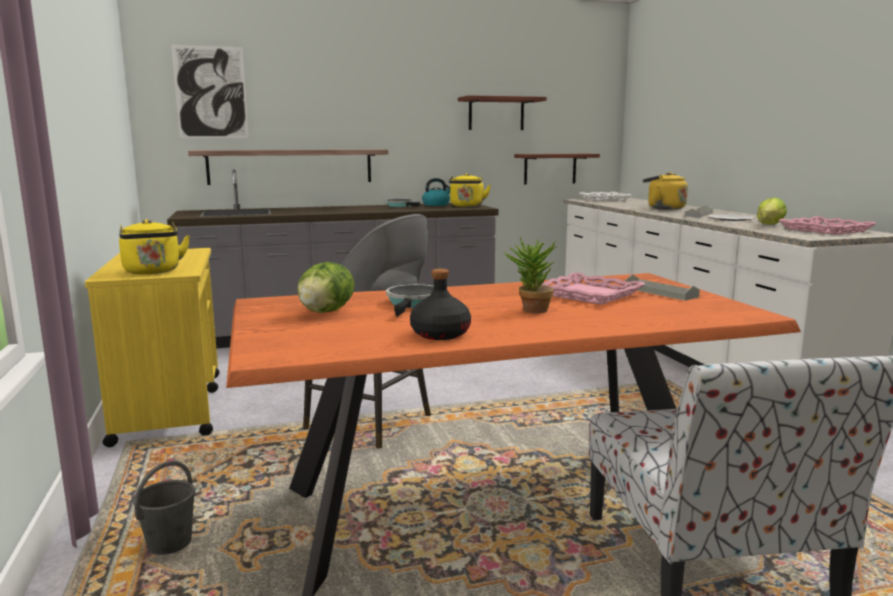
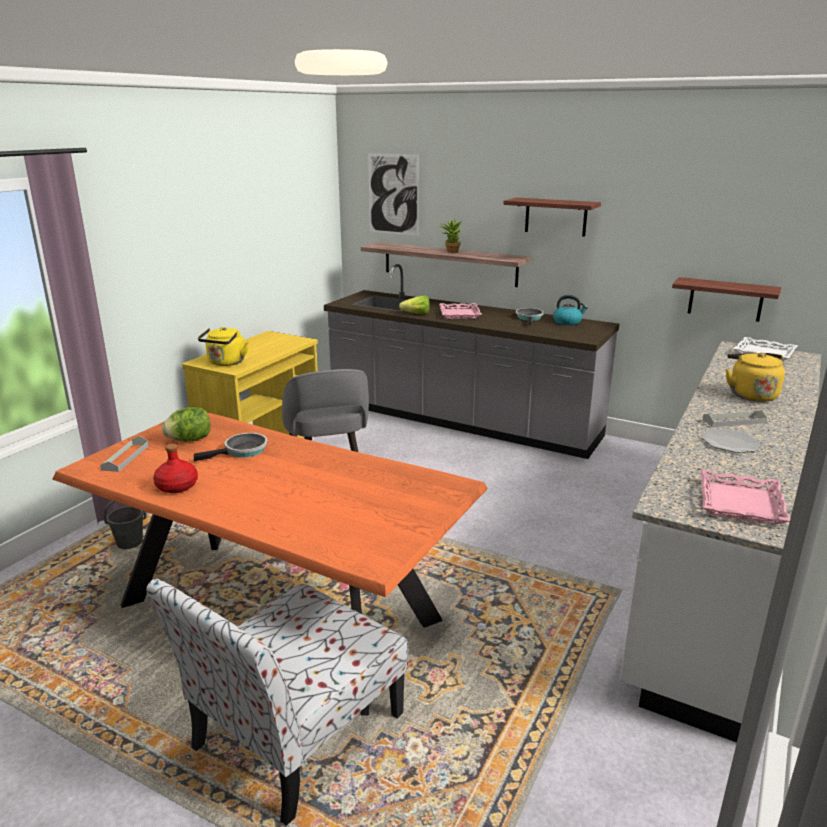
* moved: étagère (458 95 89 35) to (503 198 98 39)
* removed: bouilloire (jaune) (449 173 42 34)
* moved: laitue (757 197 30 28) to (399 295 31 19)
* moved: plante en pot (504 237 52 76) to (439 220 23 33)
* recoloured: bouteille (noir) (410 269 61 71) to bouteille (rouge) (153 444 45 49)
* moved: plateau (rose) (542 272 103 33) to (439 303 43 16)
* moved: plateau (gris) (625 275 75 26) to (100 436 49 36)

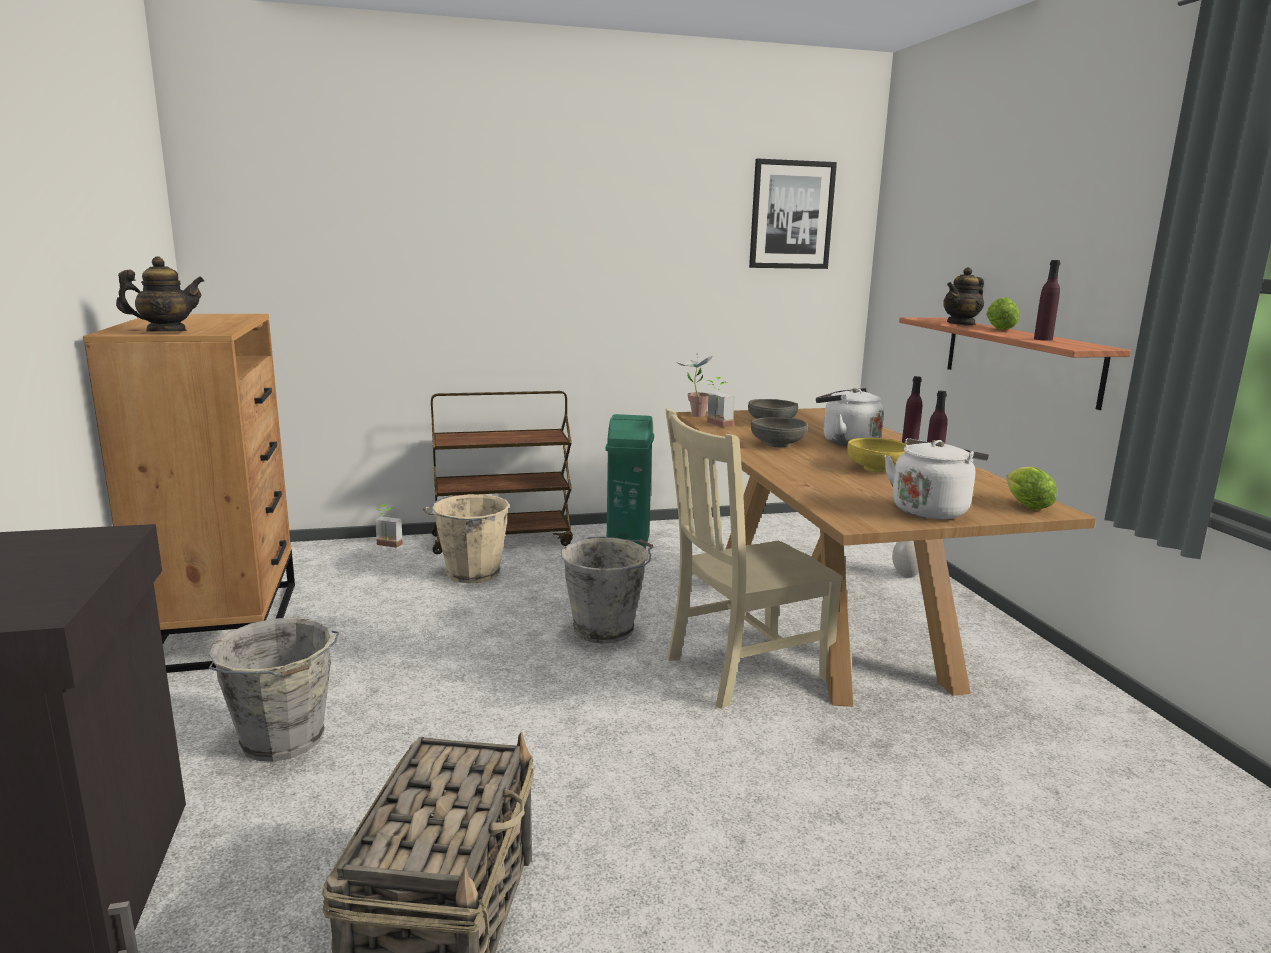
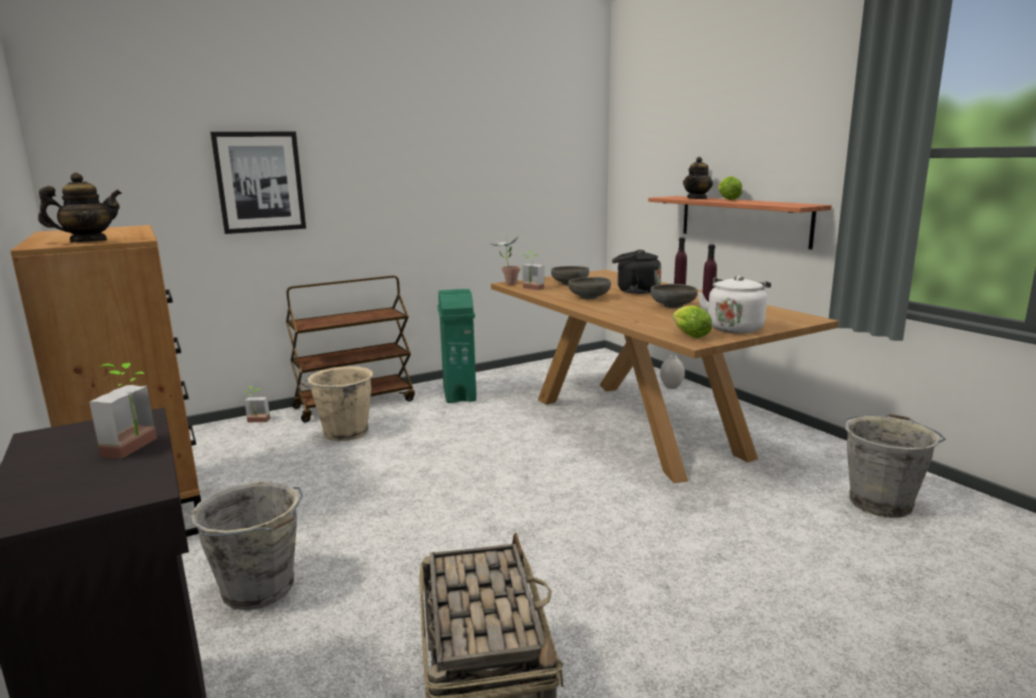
* moved: tableau (749 159 88 110) to (210 132 96 102)
* removed: bouteille (violet) (1034 260 26 81)
* recoloured: bouilloire (blanc) (816 388 68 58) to bouilloire (noir) (612 250 49 44)
* removed: chaise (beige) (665 408 178 301)
* recoloured: bol (jaune) (847 438 58 34) to bol (gris) (651 284 47 24)
* moved: laitue (1006 467 51 43) to (672 305 40 33)
* moved: seau (gris) (561 537 92 107) to (845 414 101 104)
* added: plante en pot (89 363 68 95)

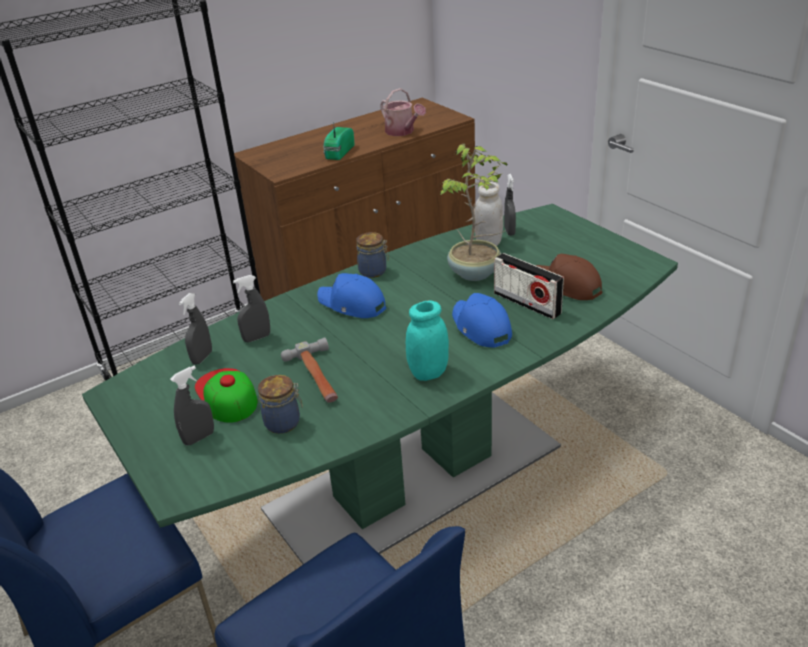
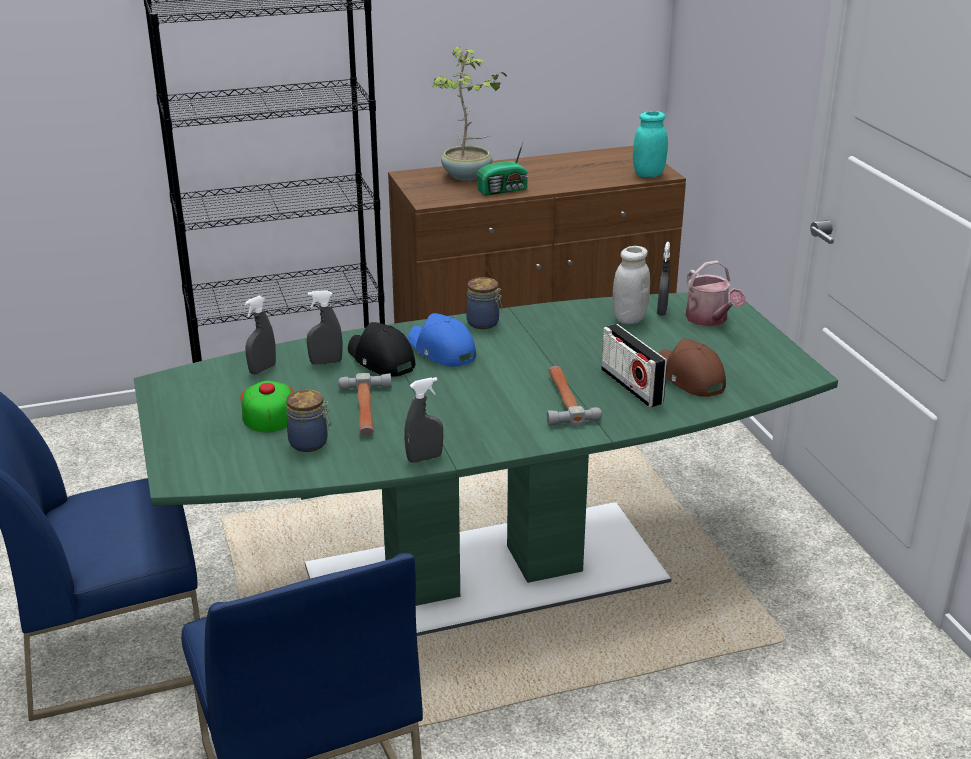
* moved: arrosoir (380 88 46 48) to (685 261 61 66)
* turned: radio (323 127 32 33) = (477 137 52 59) 150 degrees counterclockwise
* moved: plante en pot (440 143 67 138) to (431 46 76 135)
* replaced: casquette (bleu) (452 293 60 55) to marteau (547 366 55 60)
* moved: bocal (turquoise) (406 300 43 81) to (633 111 35 66)
* moved: vaporisateur (gris) (170 366 44 79) to (404 377 39 86)
* added: casquette (noir) (348 322 68 54)

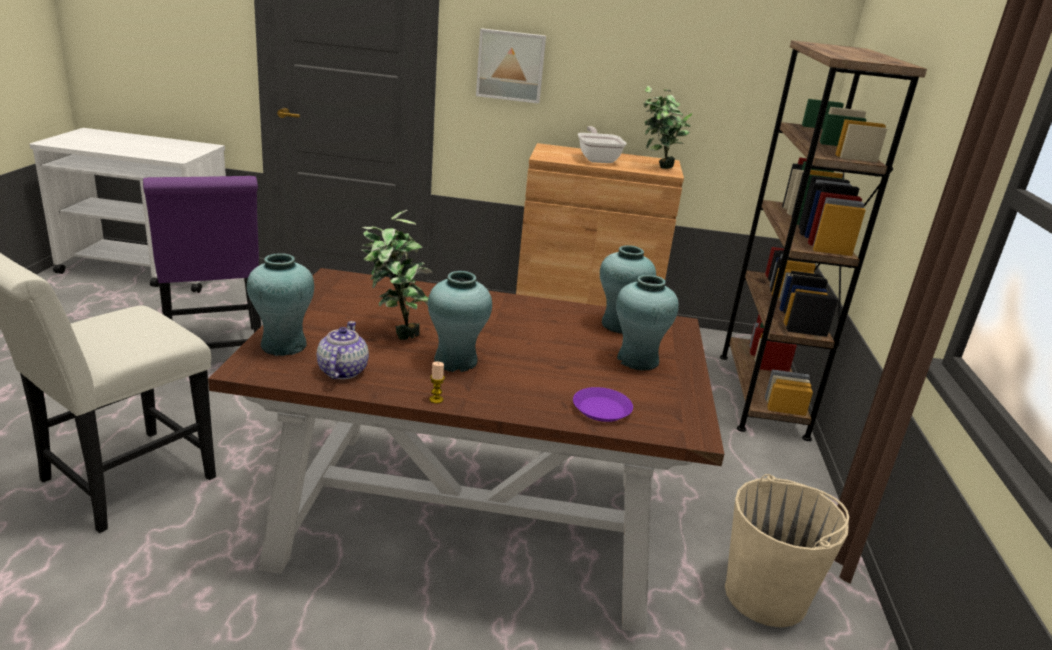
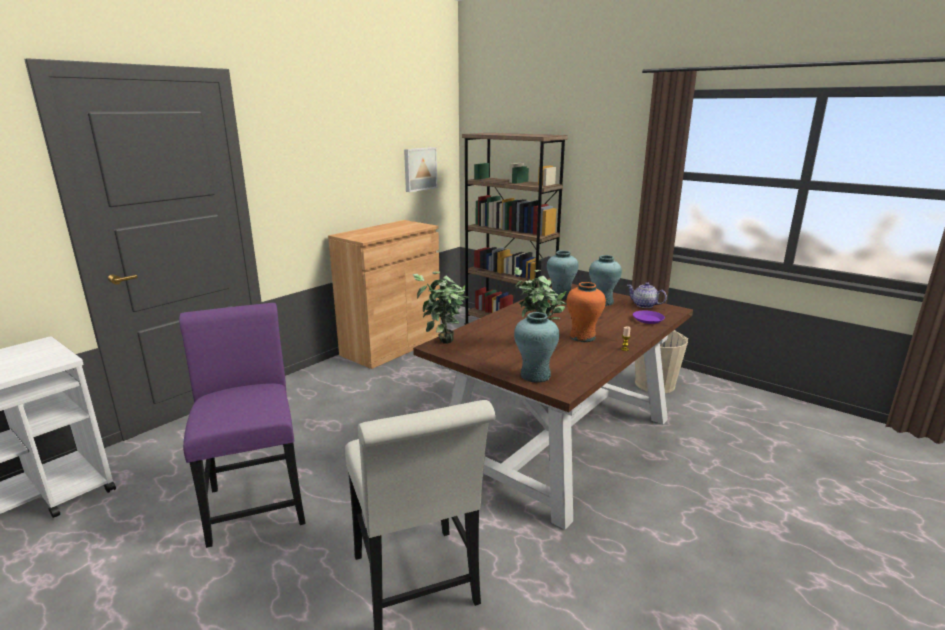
* moved: tableau (476 28 70 76) to (404 147 33 45)
* moved: plante en pot (644 86 48 83) to (413 271 58 73)
* removed: poêle (578 126 49 37)
* turned: chaise (violet) (143 176 118 173) = (179 303 127 245) 120 degrees counterclockwise
* recoloured: vase (turquoise) (428 271 64 101) to vase (orange) (567 282 39 60)
* moved: théière (317 321 52 58) to (627 282 40 26)

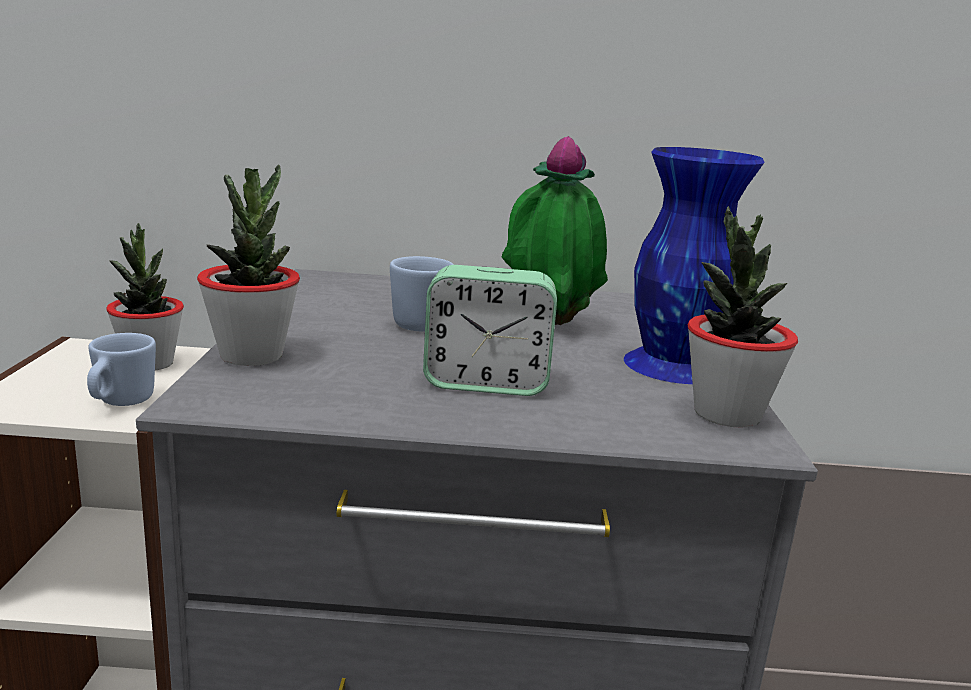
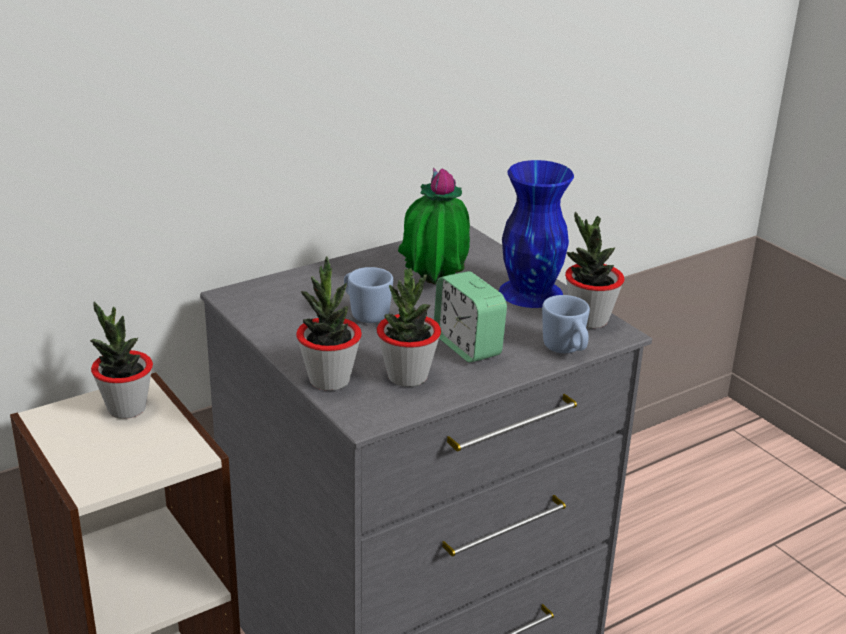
* turned: réveil (423 265 134 131) = (434 271 73 91) 90 degrees clockwise
* moved: mug (bleu) (87 333 69 73) to (542 295 48 58)
* added: plante en pot (377 268 64 119)

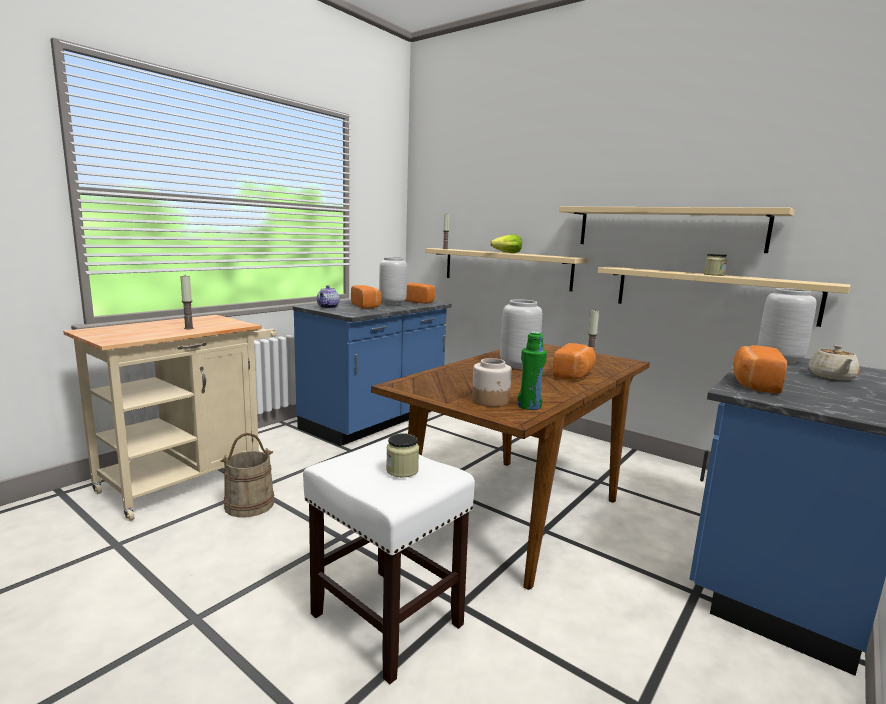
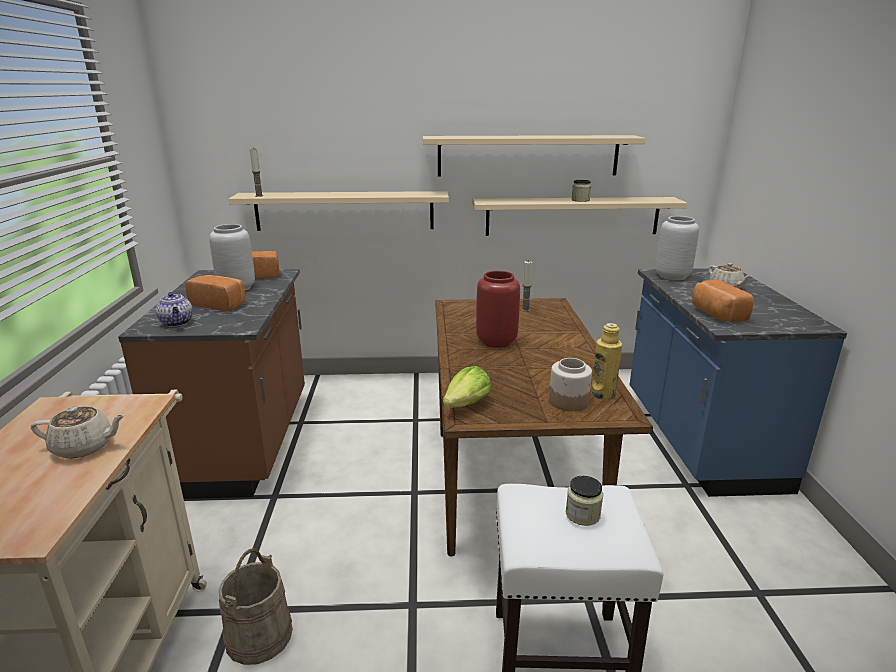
* moved: laitue (490 234 32 19) to (443 366 48 42)
* replaced: bougie (180 276 14 53) to théière (beige) (31 406 95 52)
* recoloured: vase (gris) (500 299 42 70) to vase (rouge) (476 271 44 77)
* recoloured: comptoir de cuisine (bleu) (293 300 158 146) to comptoir de cuisine (marron) (118 269 187 230)
* recoloured: bouteille (vert) (517 332 30 78) to bouteille (jaune) (591 323 31 77)
* removed: pain (553 343 43 37)

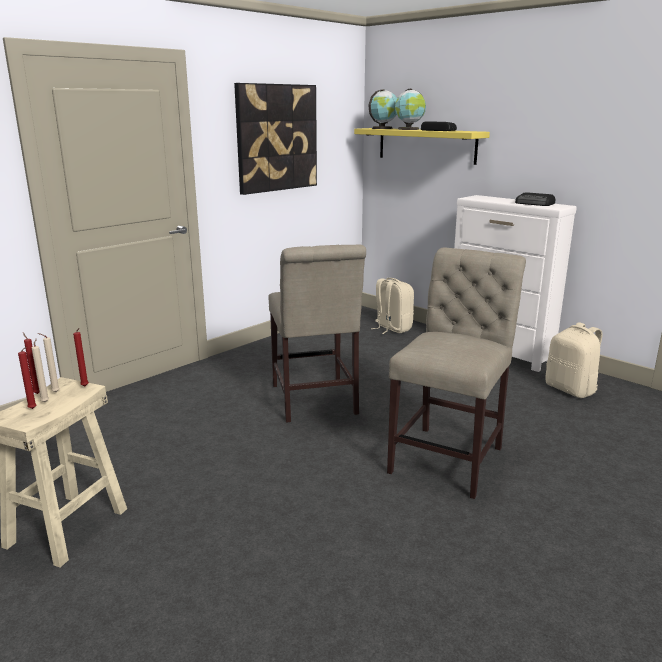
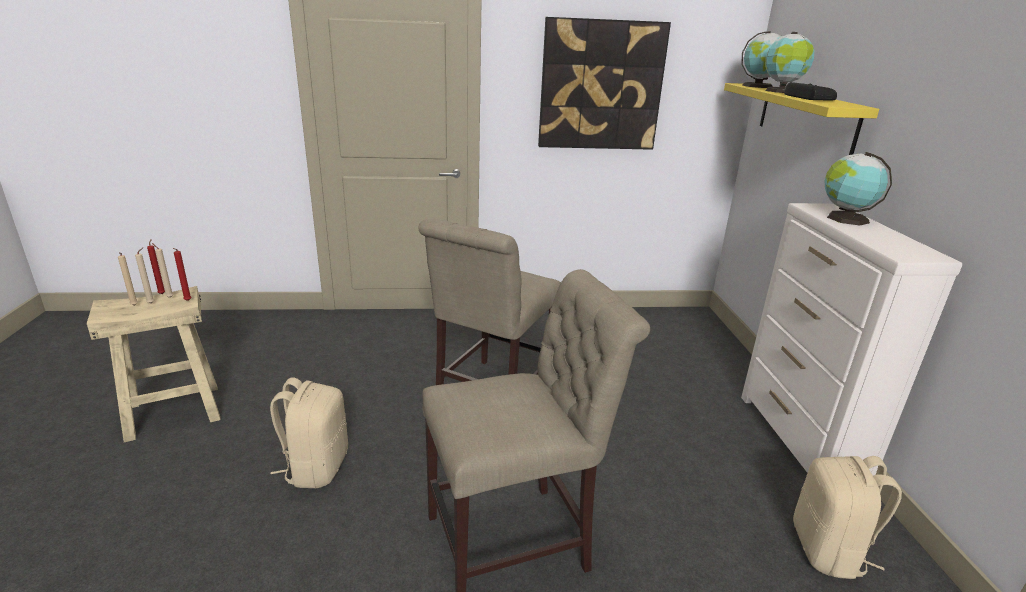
* removed: radio (515 192 40 14)
* moved: sac à dos (beige) (371 278 43 56) to (270 378 78 110)
* recoloured: bougie (rouge) (18 347 19 62) to bougie (beige) (118 252 20 54)
* added: globe (824 152 68 74)

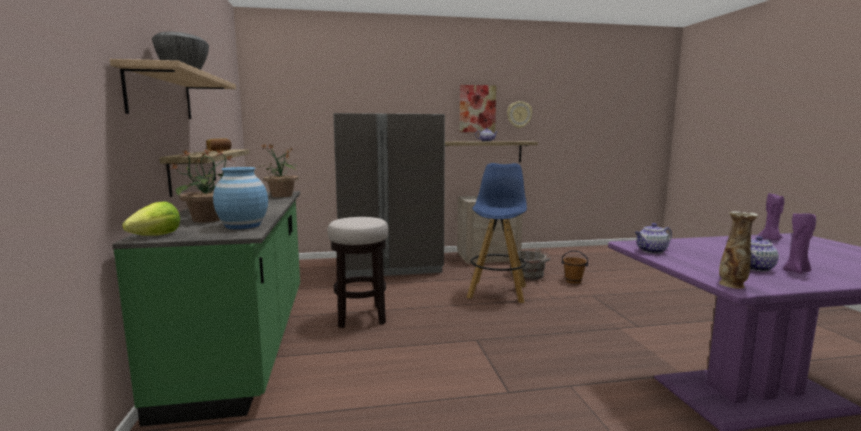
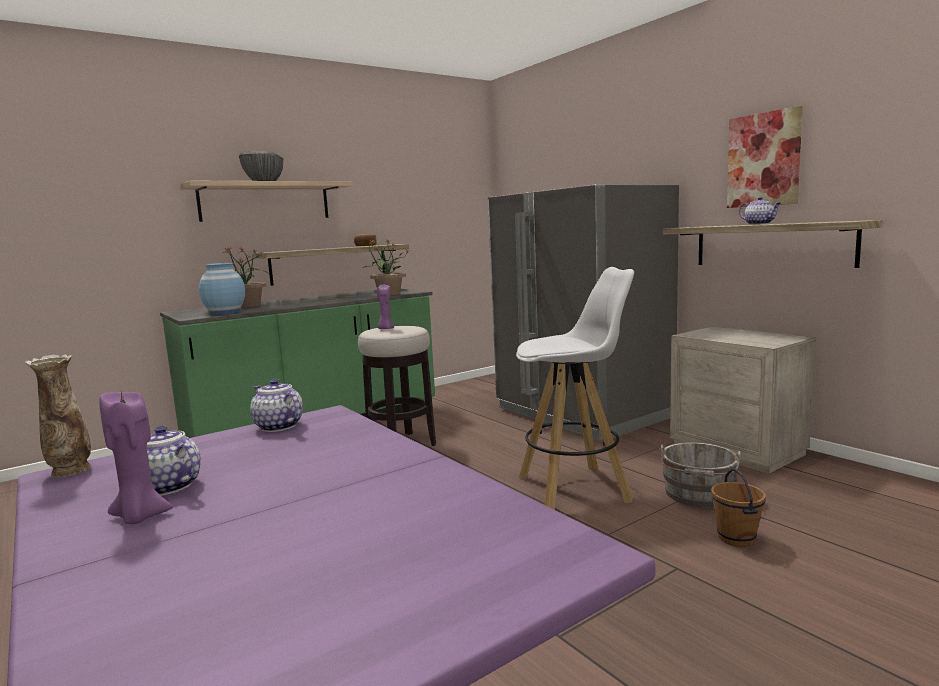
* removed: horloge murale (507 101 25 27)
* recoloured: tabouret (bleu) (466 163 61 140) to tabouret (blanc) (516 267 118 243)
* moved: bougie (violet) (757 193 28 48) to (377 285 17 44)
* removed: laitue (122 201 58 35)

